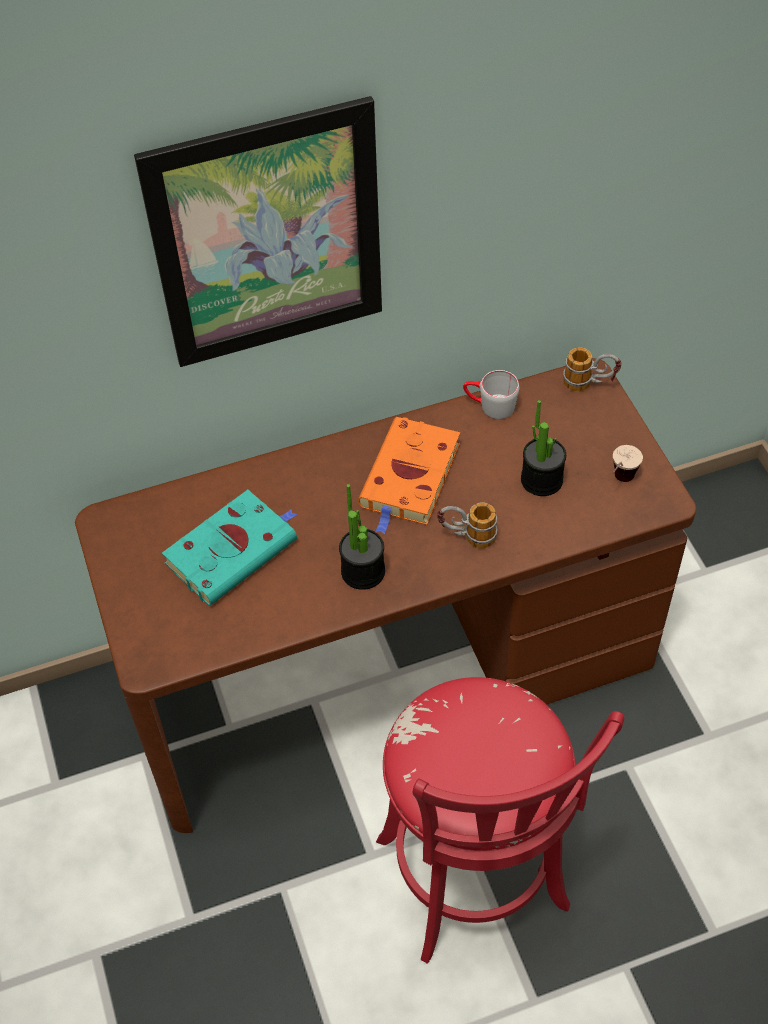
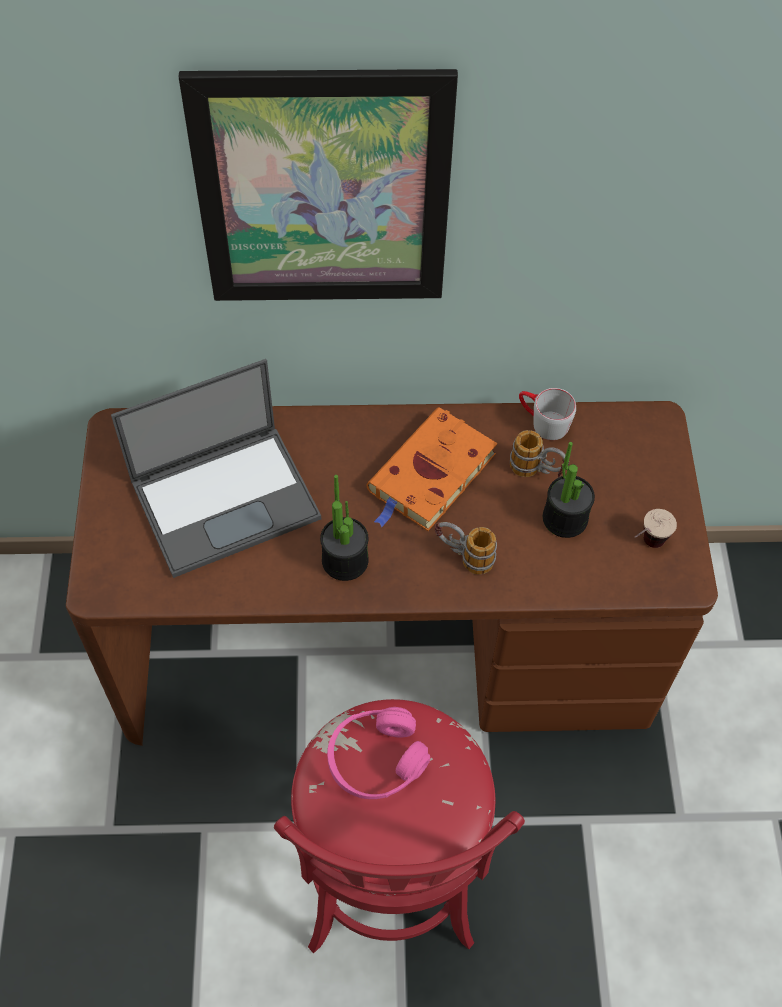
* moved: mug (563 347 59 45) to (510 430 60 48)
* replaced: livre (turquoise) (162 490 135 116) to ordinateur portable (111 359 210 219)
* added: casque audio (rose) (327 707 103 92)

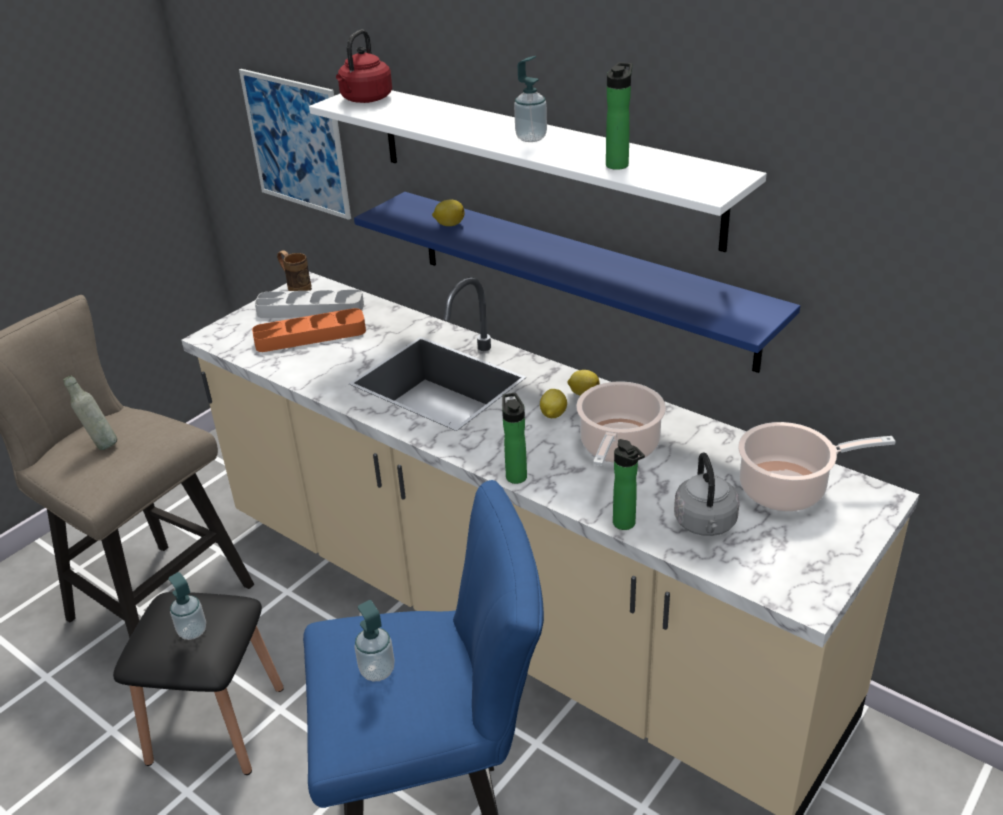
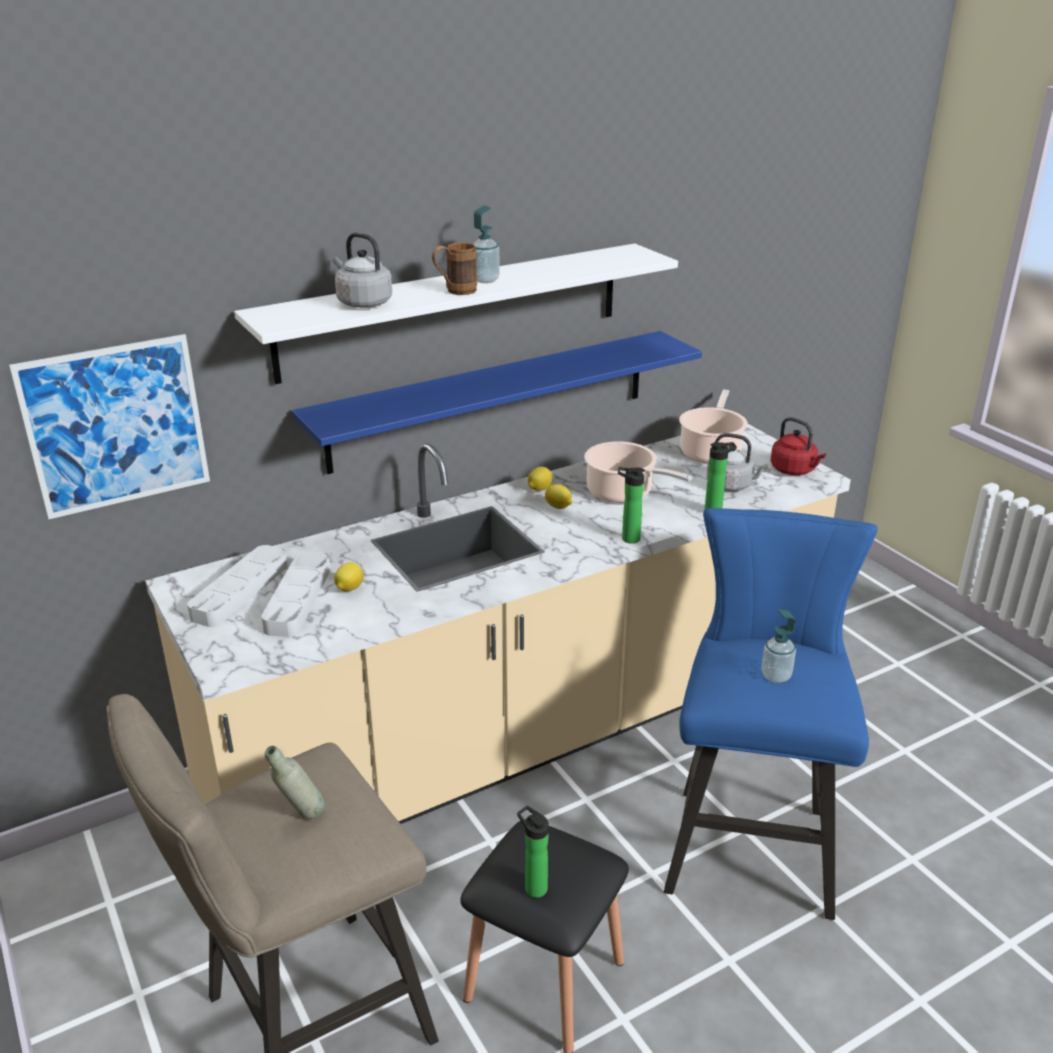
* moved: bouilloire (rouge) (336 30 56 73) to (770 417 56 58)
* moved: bouteille (606 62 26 108) to (517 806 32 92)
* moved: citron (432 200 33 26) to (334 562 29 29)
* moved: mug (marron) (277 250 35 41) to (432 243 45 52)
* recoloured: plateau (orange) (252 308 114 44) to plateau (gris) (261 551 70 86)
* removed: distributeur de savon (169 572 37 68)
* added: bouilloire (gris) (333 232 59 76)

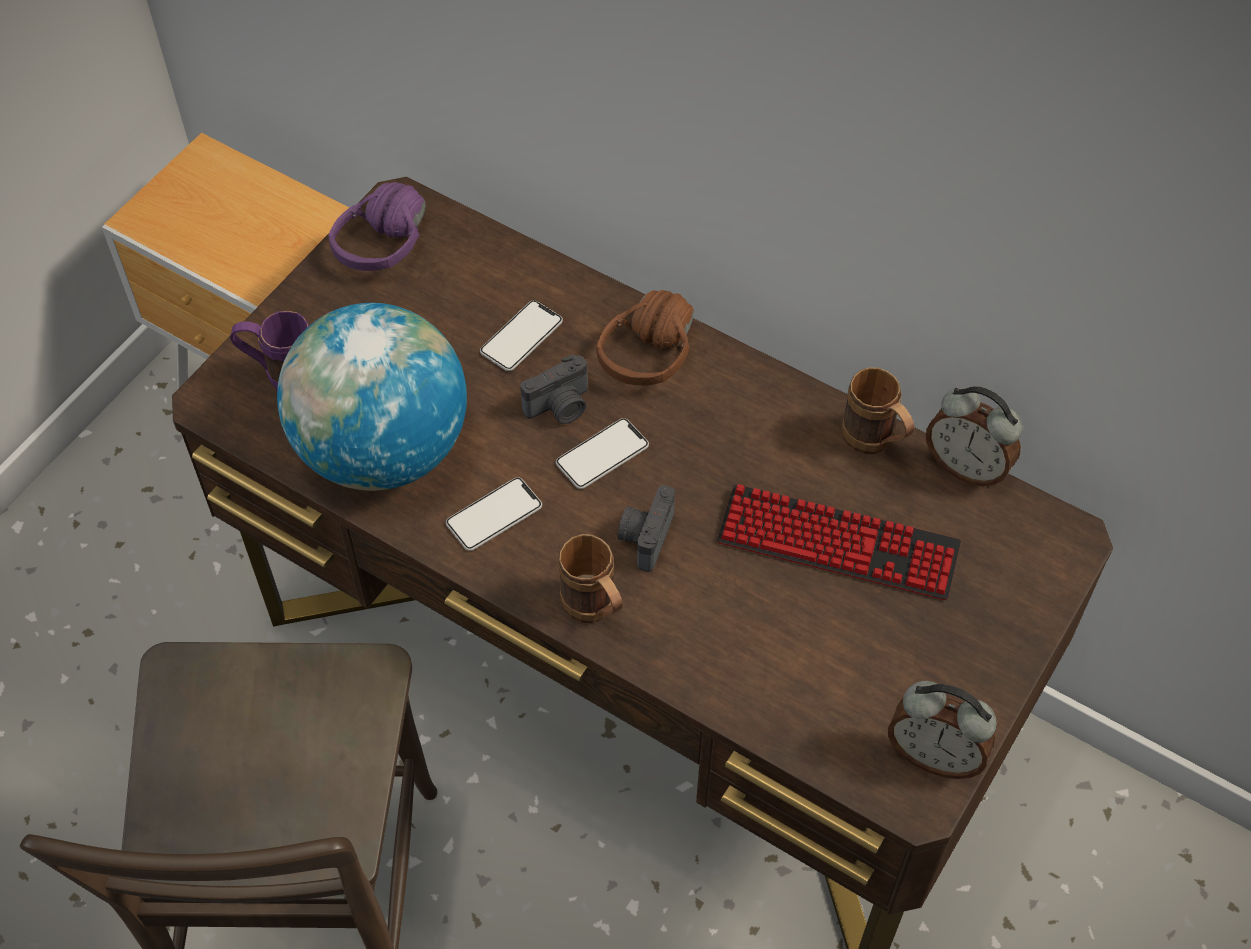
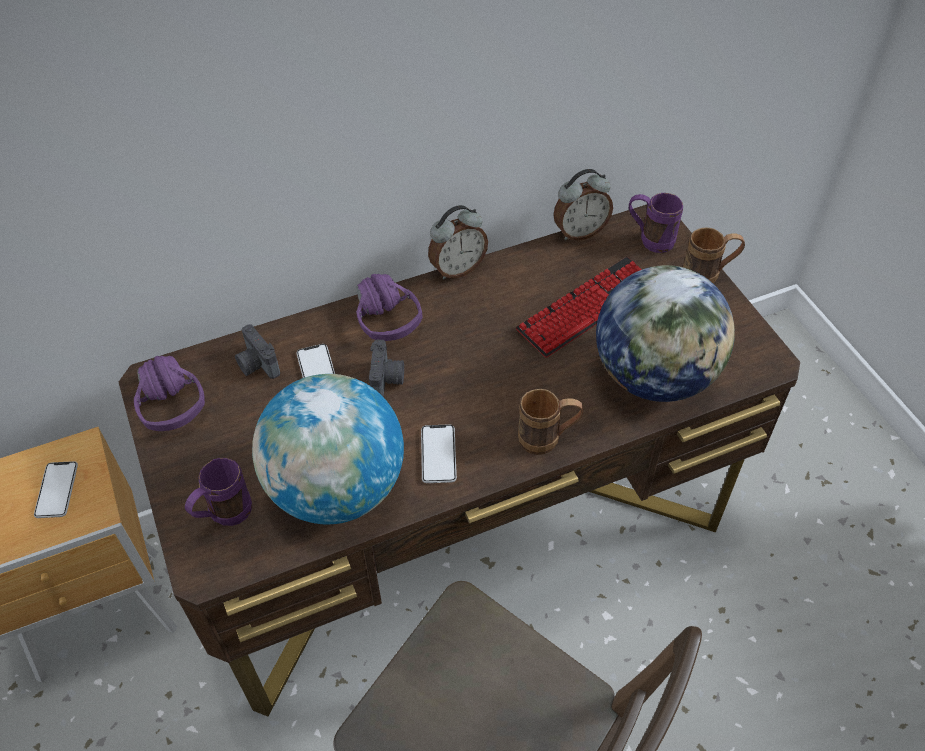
* recoloured: casque audio (marron) (596 290 98 96) to casque audio (violet) (356 274 67 67)
* moved: mug (marron) (842 367 72 87) to (683 227 62 57)
* moved: téléphone (556 418 93 71) to (34 461 44 57)
* moved: appareil photo (617 485 58 87) to (235 324 45 55)
* moved: réveil (888 681 109 98) to (428 205 60 75)
* added: mug (violet) (629 193 54 60)
* added: globe (596 265 139 137)

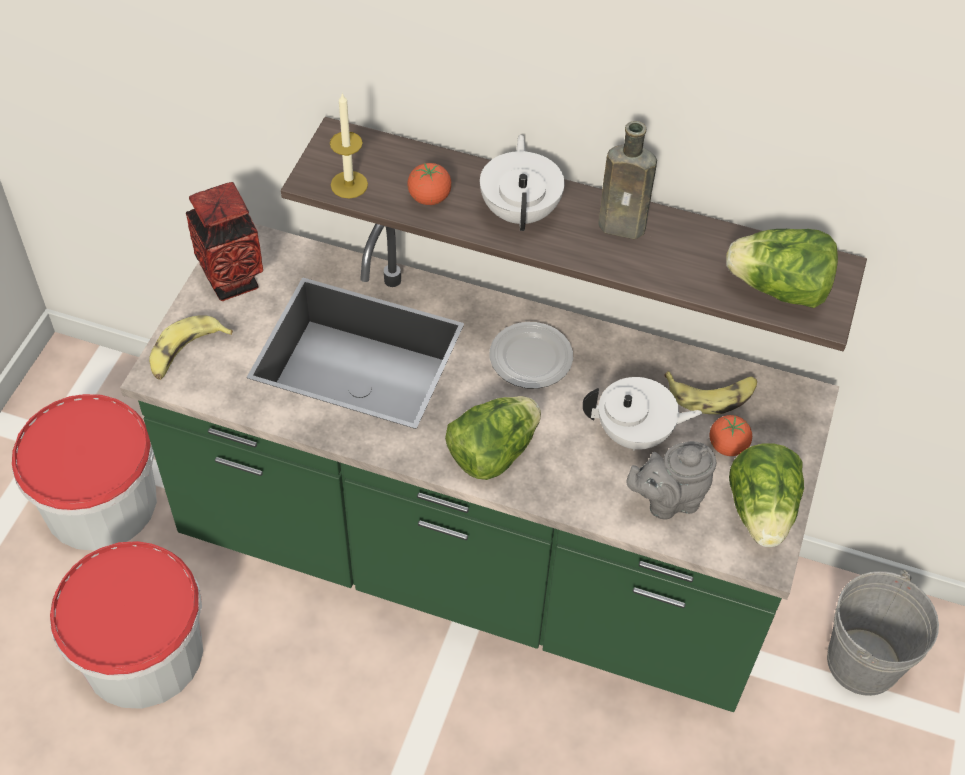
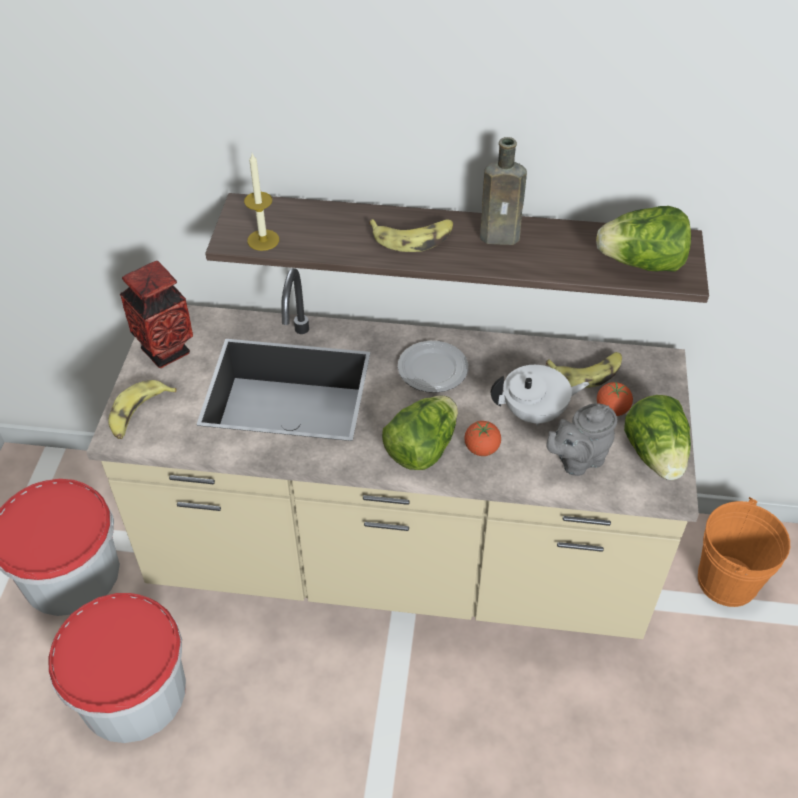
* replaced: théière (blanc) (480 135 85 96) to banane (369 219 84 33)
* moved: tomate (407 163 45 42) to (464 421 37 35)
* recoloured: comptoir de cuisine (vert) (120 223 719 489) to comptoir de cuisine (beige) (86 268 613 371)
* recoloured: seau (gris) (827 570 112 126) to seau (orange) (698 497 92 110)

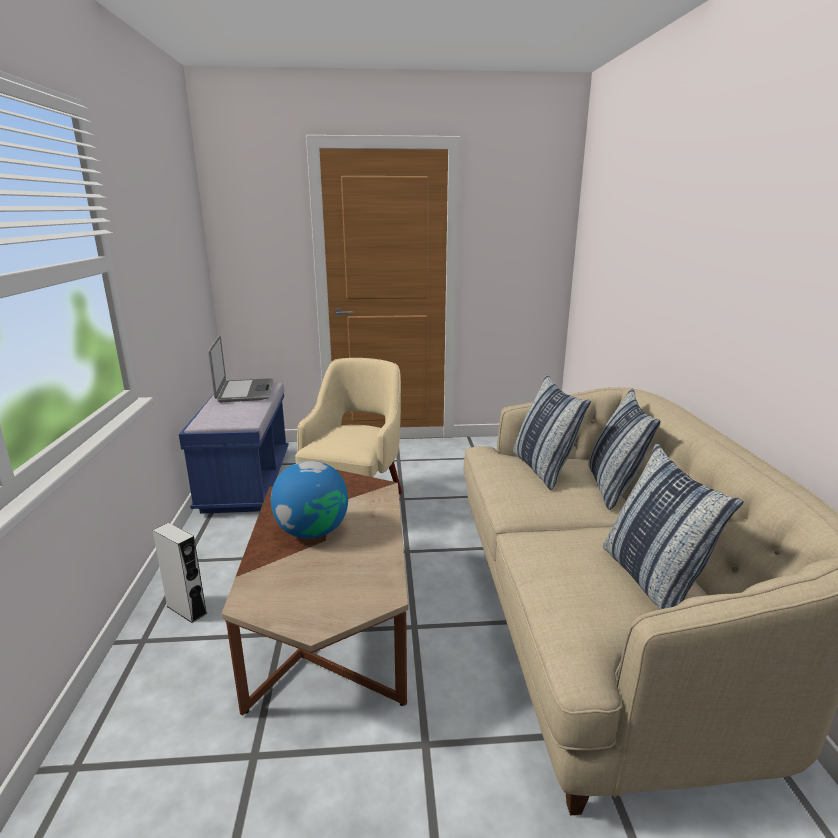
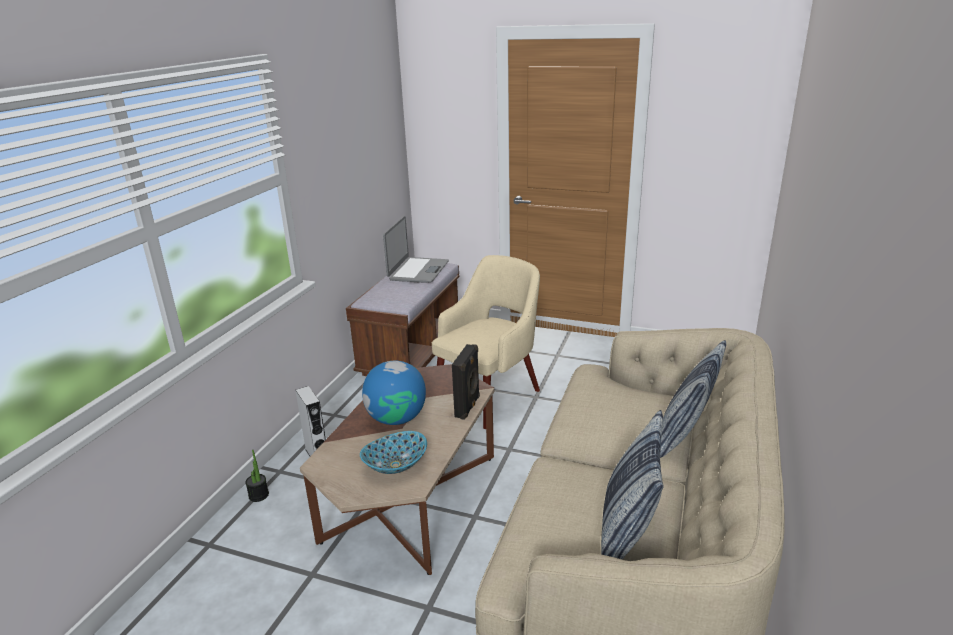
* removed: coussin (513 374 78 116)
* recoloured: banc (bleu) (179 383 110 131) to banc (marron) (346 262 113 114)
* added: enceinte (noir) (452 344 28 76)
* added: bol (360 431 67 43)
* added: plante en pot (245 450 24 52)

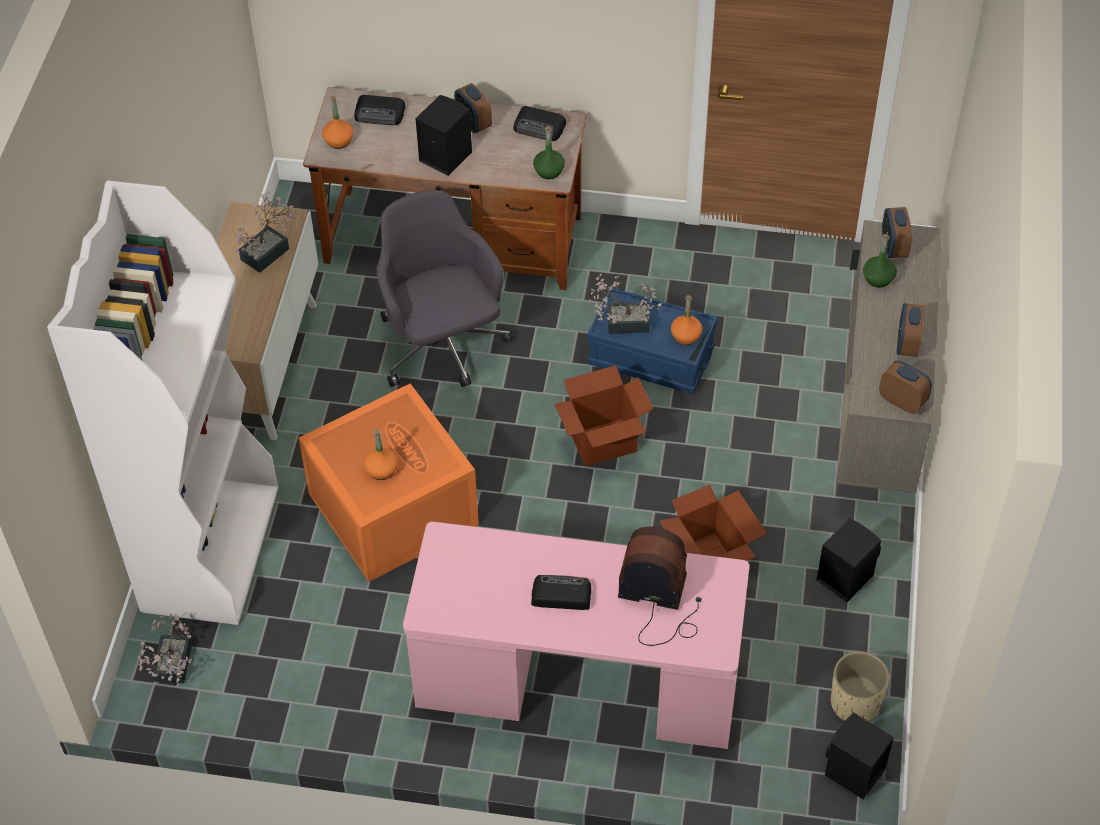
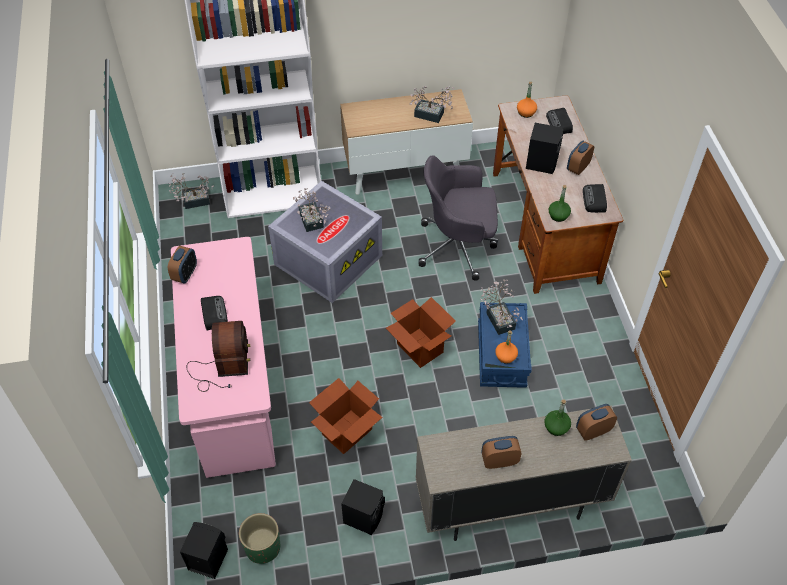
* turned: chaise de bureau (gris) (376 190 137 197) = (419 155 79 126) 135 degrees counterclockwise
* moved: réveil (879 361 53 53) to (168 246 29 37)
* recoloured: boîte de rangement (orange) (299 383 180 199) to boîte de rangement (gris) (268 181 114 122)
* replaced: bouteille (orange) (364 429 34 51) to plante en pot (293 188 37 44)
* recoloured: cache-pot (beige) (831 651 58 71) to cache-pot (vert) (239 513 41 51)

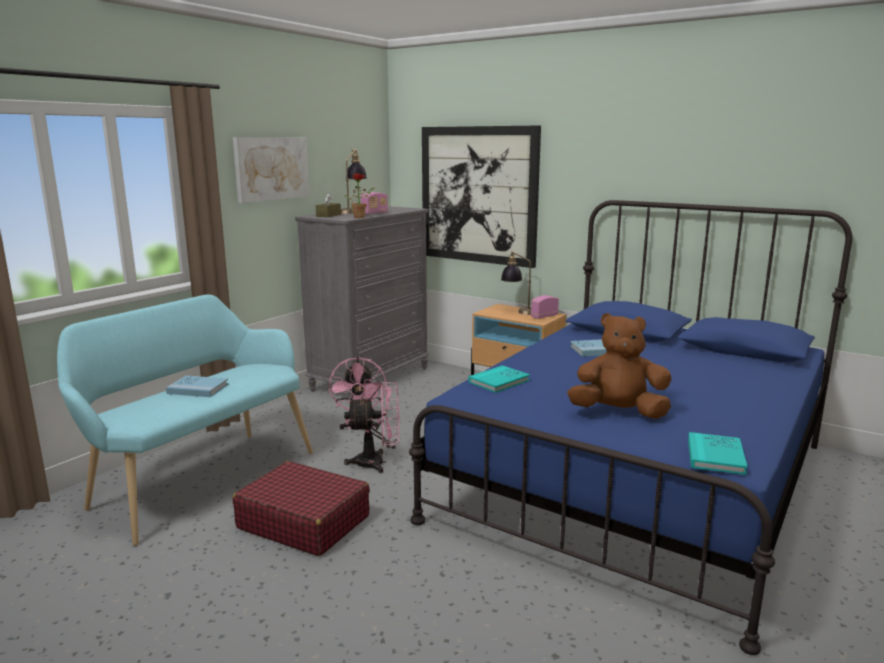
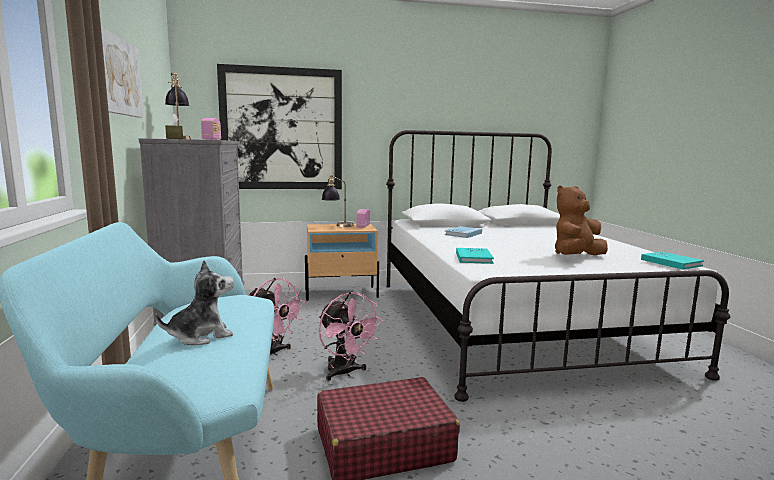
* removed: plante en pot (344 173 31 45)
* recoloured: lit (bleu) (409 200 443 455) to lit (blanc) (386 130 344 272)
* replaced: livre (bleu) (166 376 62 21) to peluche (155 260 79 85)
* turned: ventilateur (rose) (344 382 55 91) = (319 292 64 89) 105 degrees clockwise

